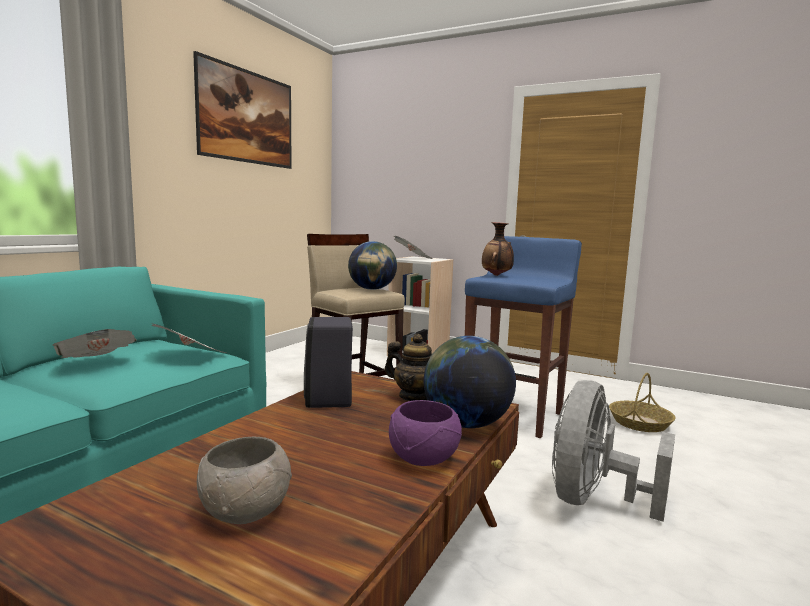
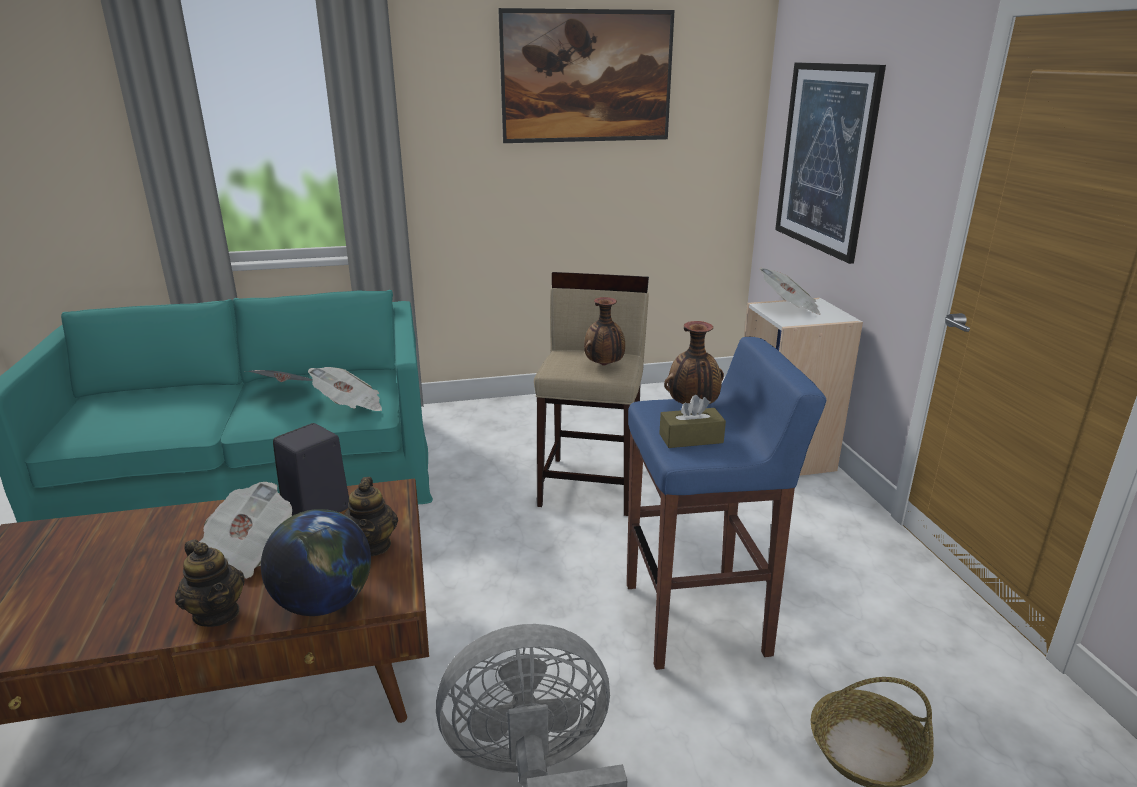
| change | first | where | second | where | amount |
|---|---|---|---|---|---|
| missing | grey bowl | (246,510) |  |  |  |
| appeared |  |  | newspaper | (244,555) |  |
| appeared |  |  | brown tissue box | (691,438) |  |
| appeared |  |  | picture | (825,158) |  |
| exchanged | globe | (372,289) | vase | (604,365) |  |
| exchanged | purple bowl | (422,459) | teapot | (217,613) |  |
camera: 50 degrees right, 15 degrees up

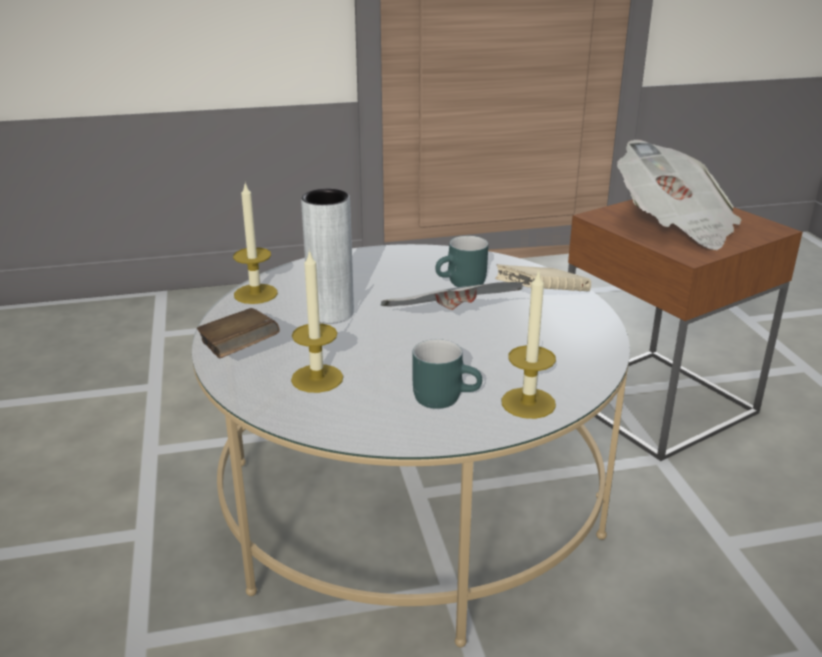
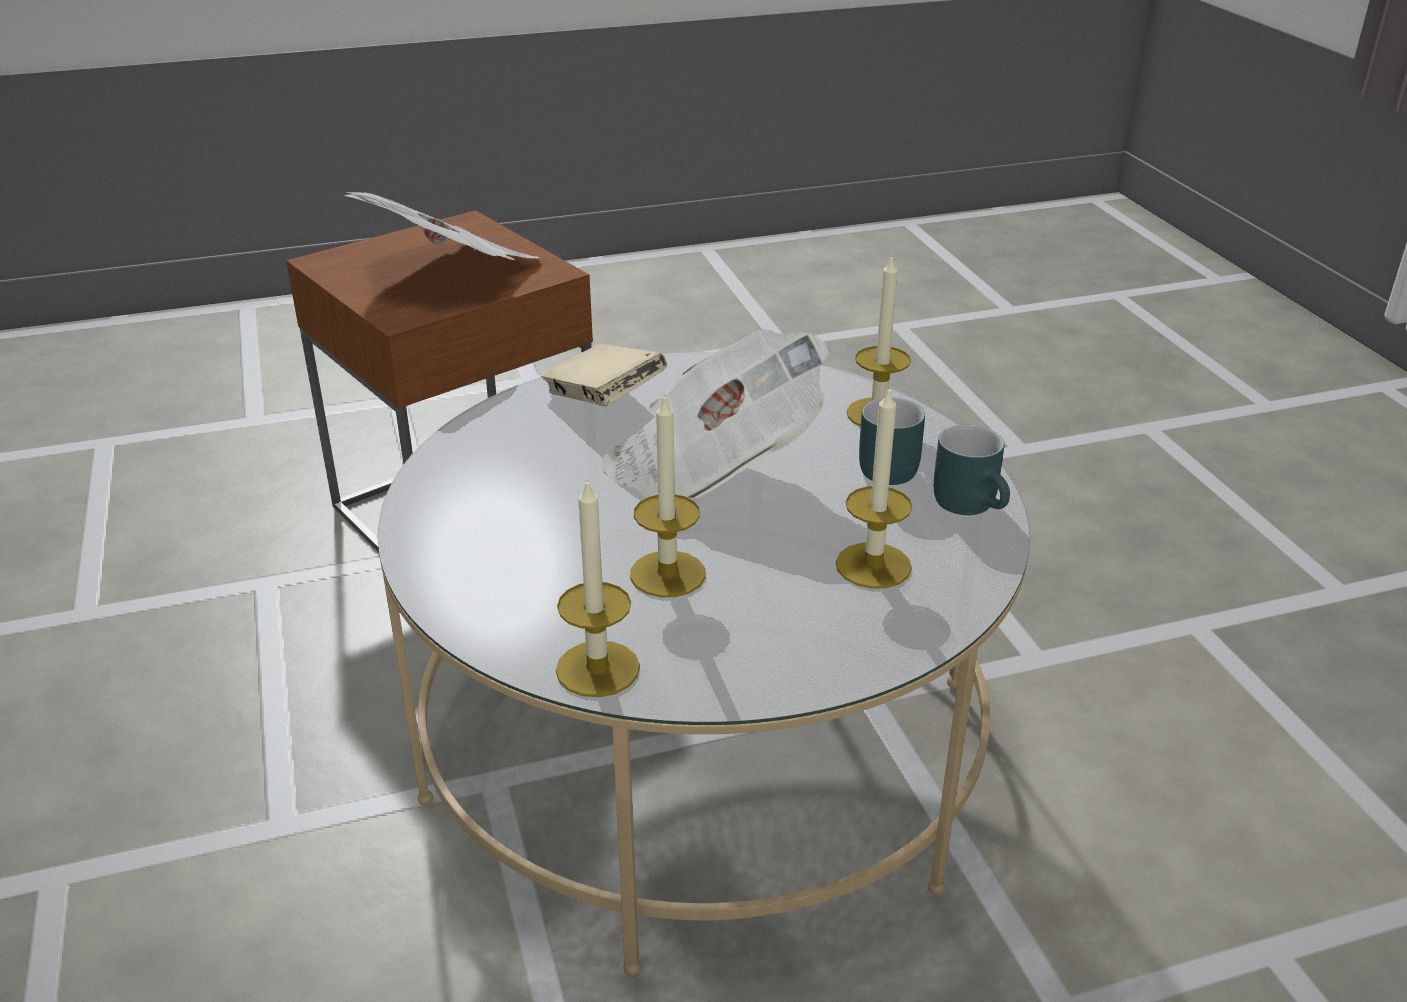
| change | first | where | second | where | amount |
|---|---|---|---|---|---|
| missing | brown book | (239,353) |  |  |  |
| relocated | turquoise mug | (463,284) |  | (974,504) |  |
| exchanged | grey vase | (331,313) | candle | (667,574) |  |
camera: 95 degrees left, 5 degrees up

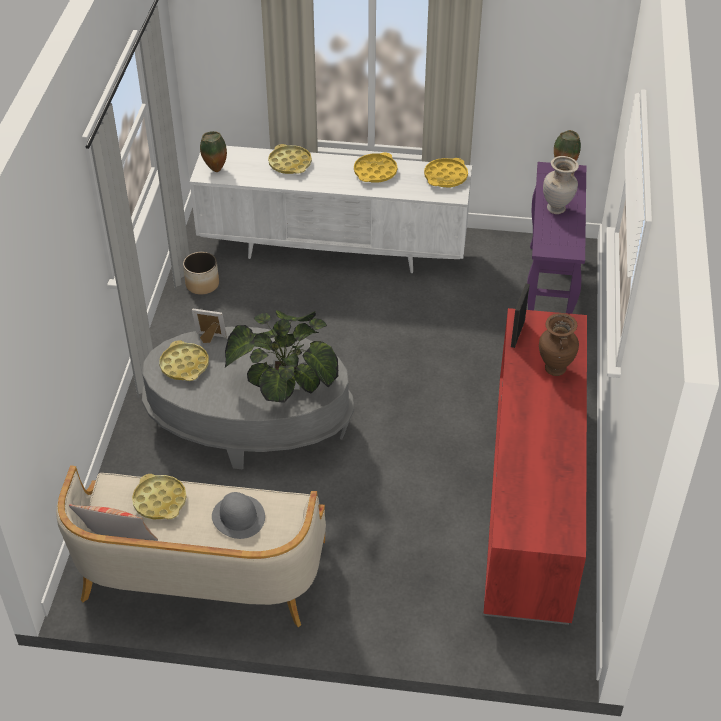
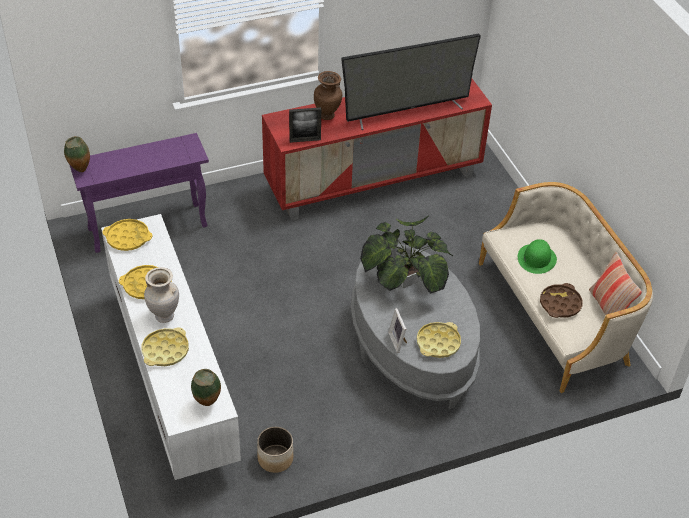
| change | first | where | second | where | amount |
|---|---|---|---|---|---|
| appeared |  |  | television | (407,112) |  |
| relocated | beige vase | (557,209) |  | (164,316) |  |
| colour | yellow tray | (160,500) | brown tray | (560,304) |  |
| colour | grey hat | (238,517) | green hat | (536,258) |  |
camera: 120 degrees left, 0 degrees up

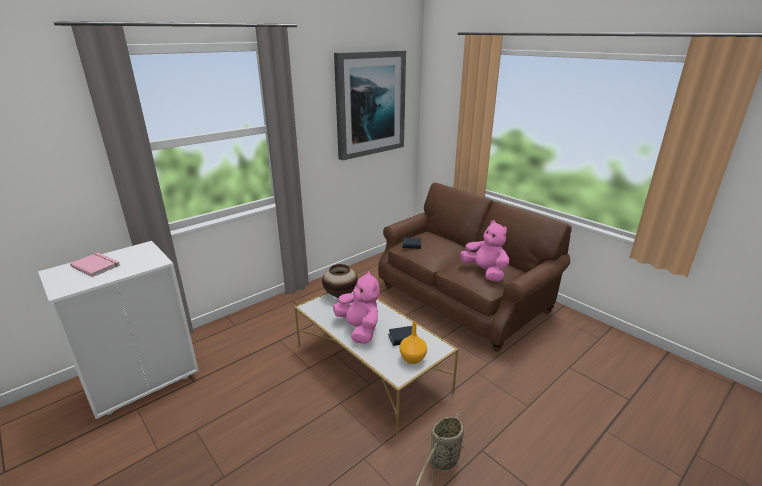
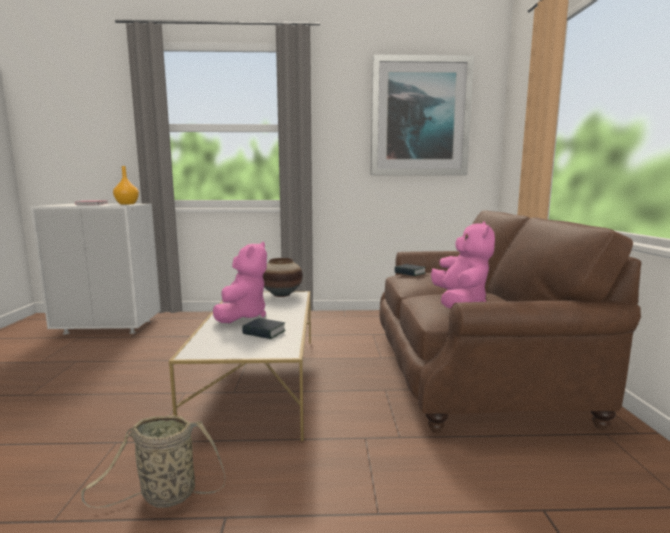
| change | first | where | second | where | amount |
|---|---|---|---|---|---|
| relocated | orange vase | (412,359) |  | (126,204) |  |
camera: 40 degrees right, 15 degrees down

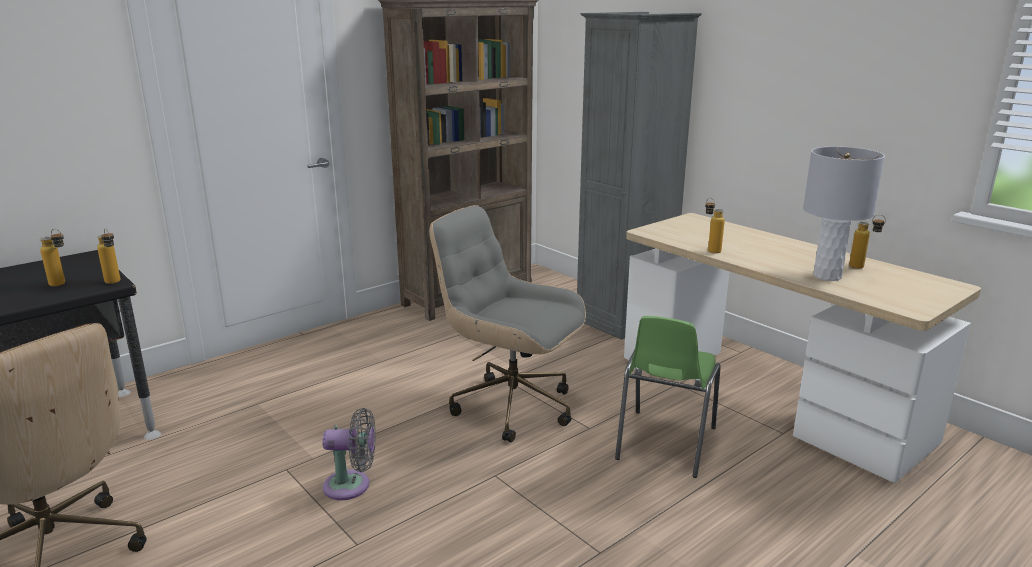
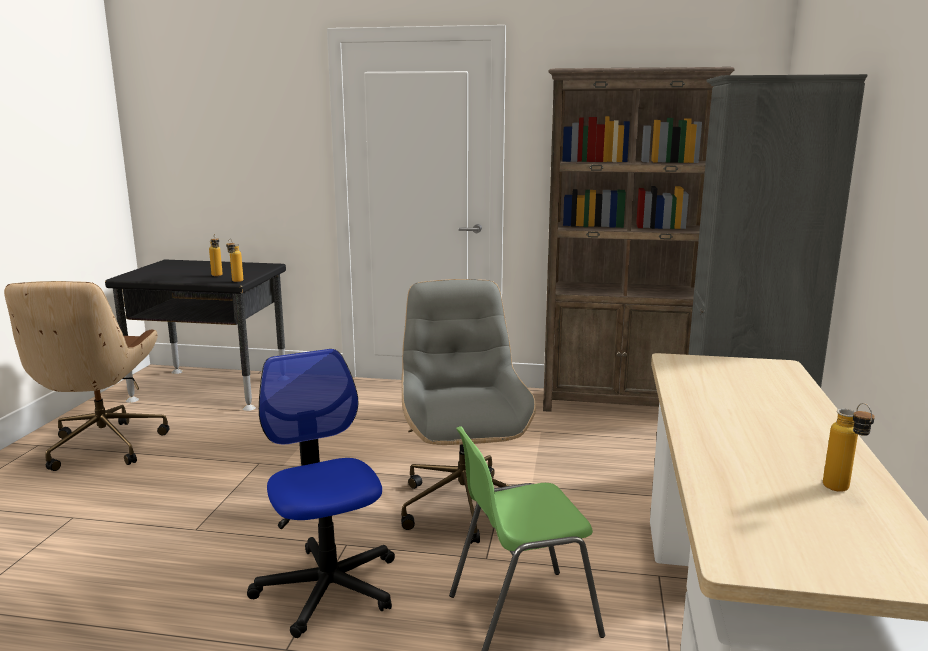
| change | first | where | second | where | amount |
|---|---|---|---|---|---|
| missing | grey fan | (352,486) |  |  |  |
| missing | bottle | (710,250) |  |  |  |
| missing | grey table lamp | (827,276) |  |  |  |
| appeared |  |  | office chair | (328,588) |  |
camera: 50 degrees right, 5 degrees down

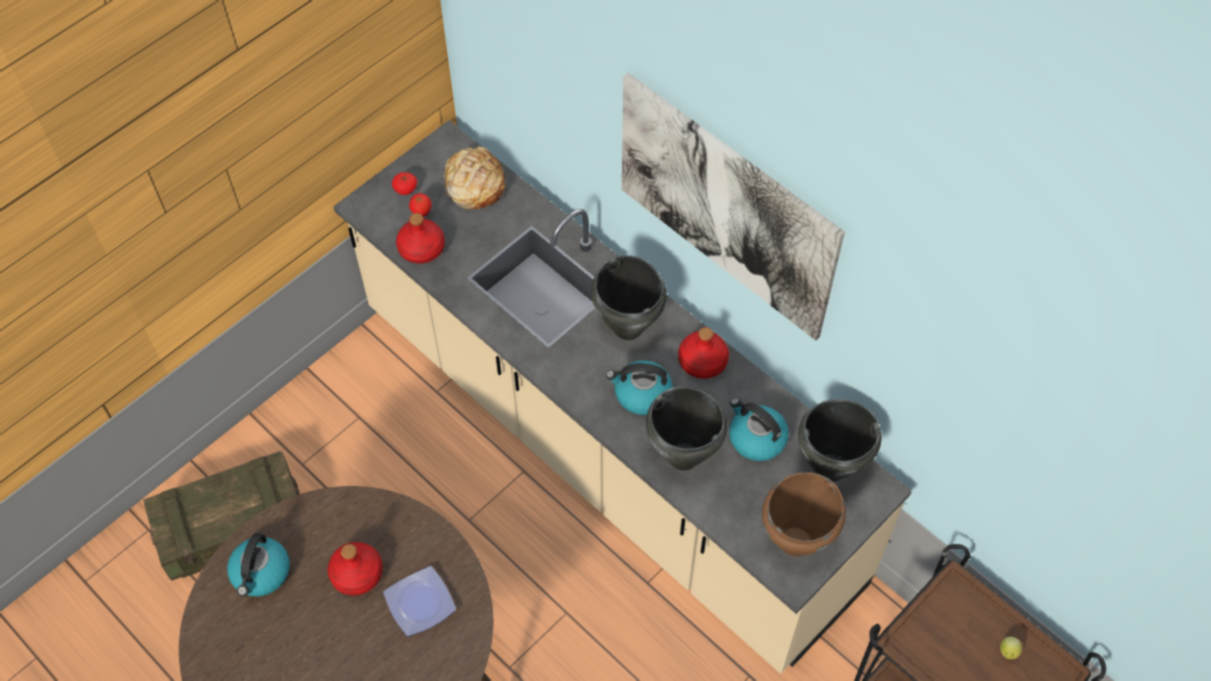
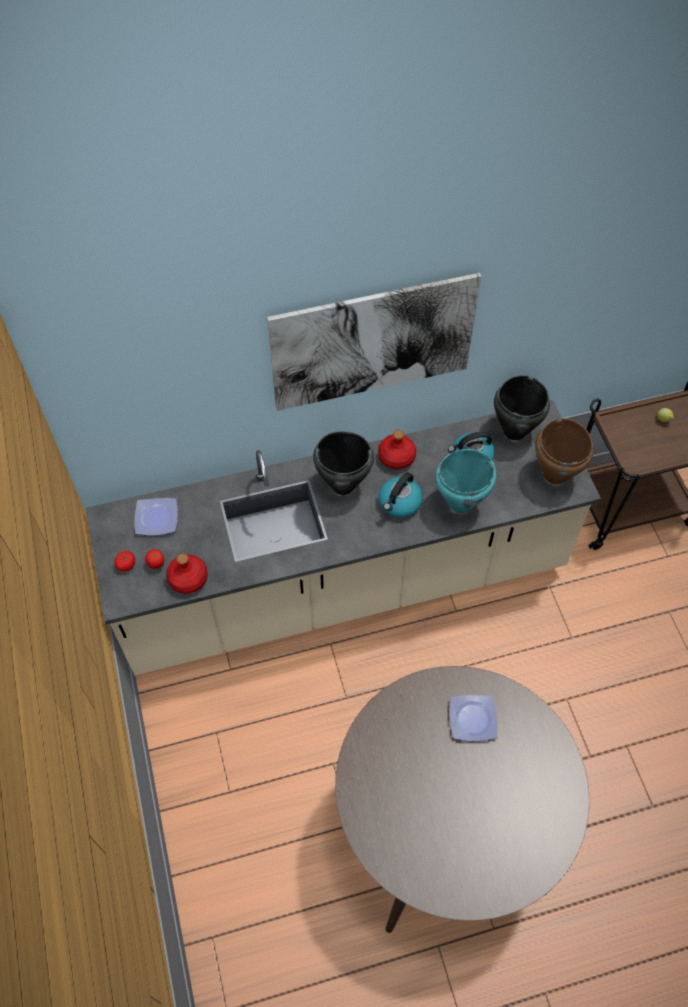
| change | first | where | second | where | amount |
|---|---|---|---|---|---|
| missing | crate | (233,526) |  |  |  |
| missing | kettle | (261,573) |  |  |  |
| missing | red bottle | (357,574) |  |  |  |
| exchanged | bread | (474,185) | plate | (157,519) |  |
| colour | black cooking pot | (683,457) | turquoise cooking pot | (461,504) |  |
camera: 60 degrees left, 0 degrees up

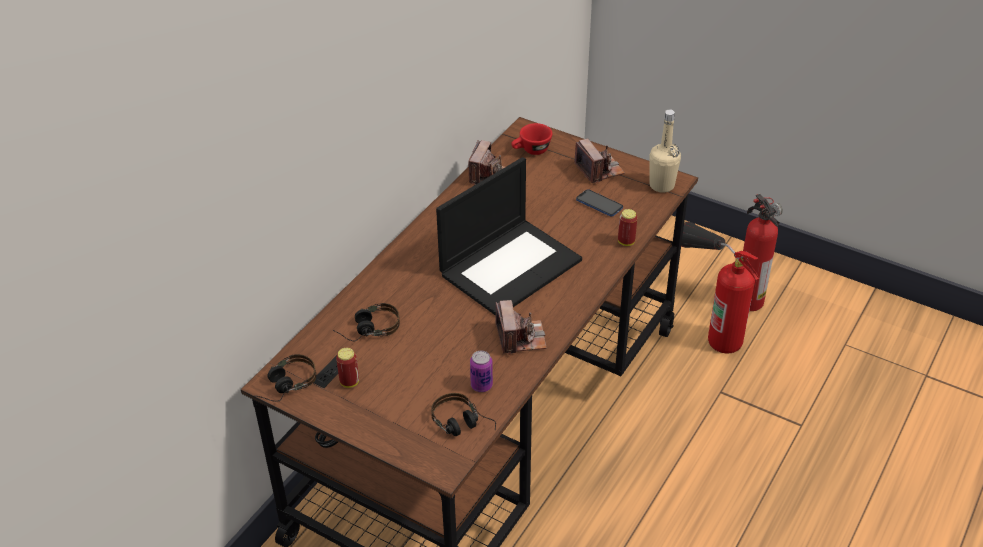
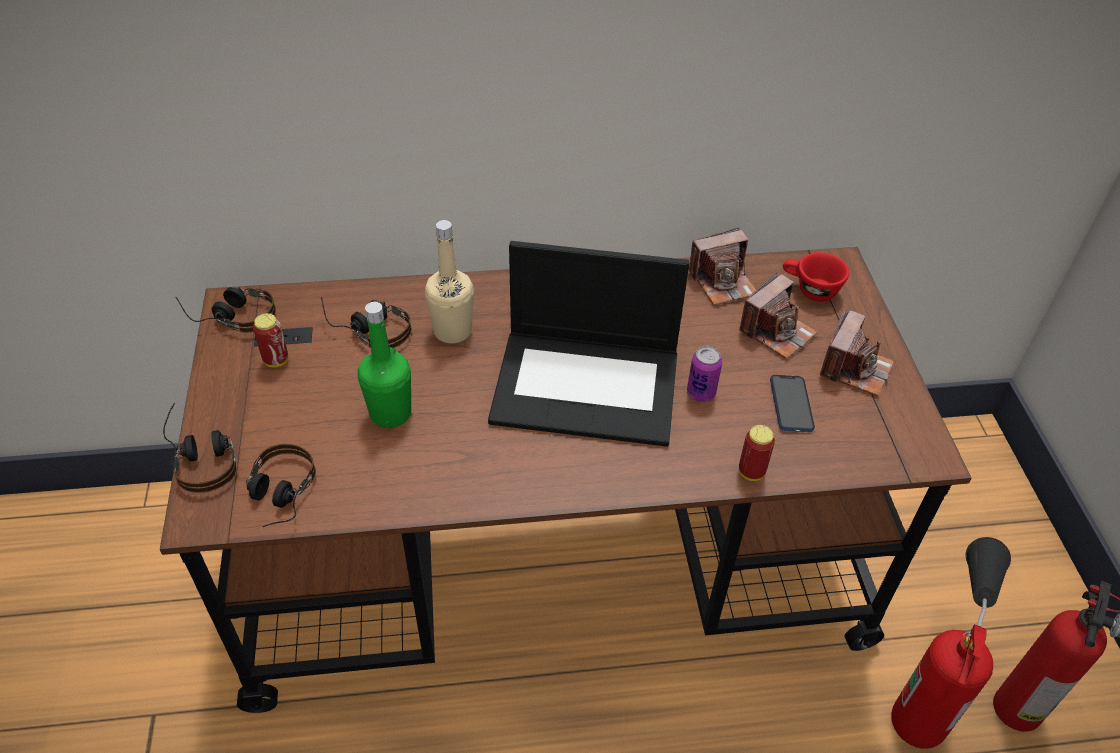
| change | first | where | second | where | amount |
|---|---|---|---|---|---|
| appeared |  |  | headphones | (202,456) |  |
| appeared |  |  | green bottle | (390,413) |  |
| relocated | can | (481,385) |  | (701,393) |  |
| relocated | photo camera | (520,338) |  | (776,332) |  |
| relocated | beige bottle | (661,185) |  | (452,331) |  |
camera: 50 degrees right, 5 degrees up

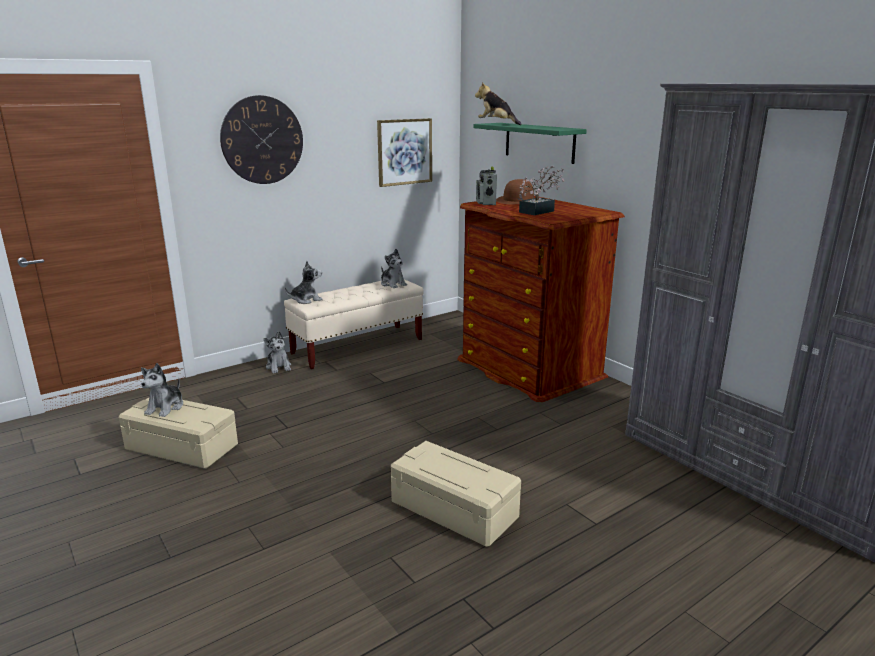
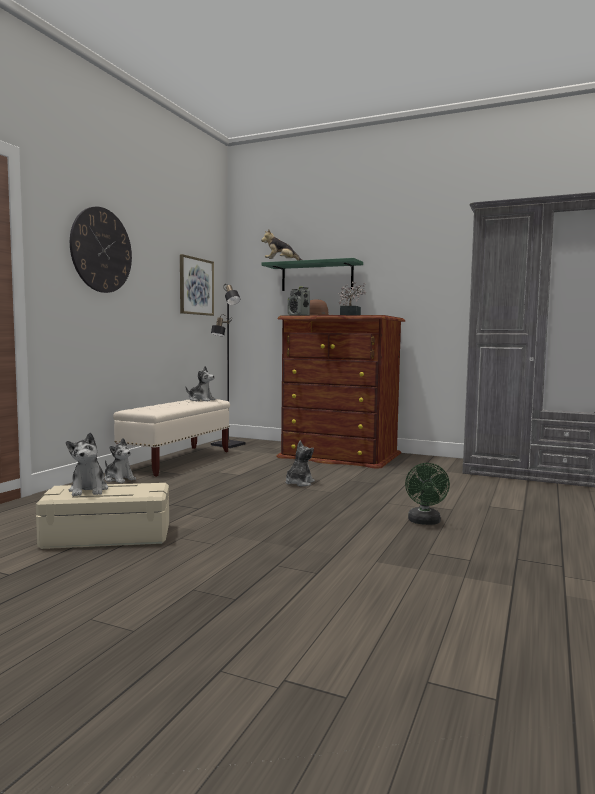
| change | first | where | second | where | amount |
|---|---|---|---|---|---|
| appeared |  |  | black floor lamp | (228,444) |  |
| relocated | plush toy | (306,300) |  | (299,483) |  |
| exchanged | beige storage box | (455,509) | green fan | (425,522) |  |
camera: 30 degrees left, 15 degrees down

